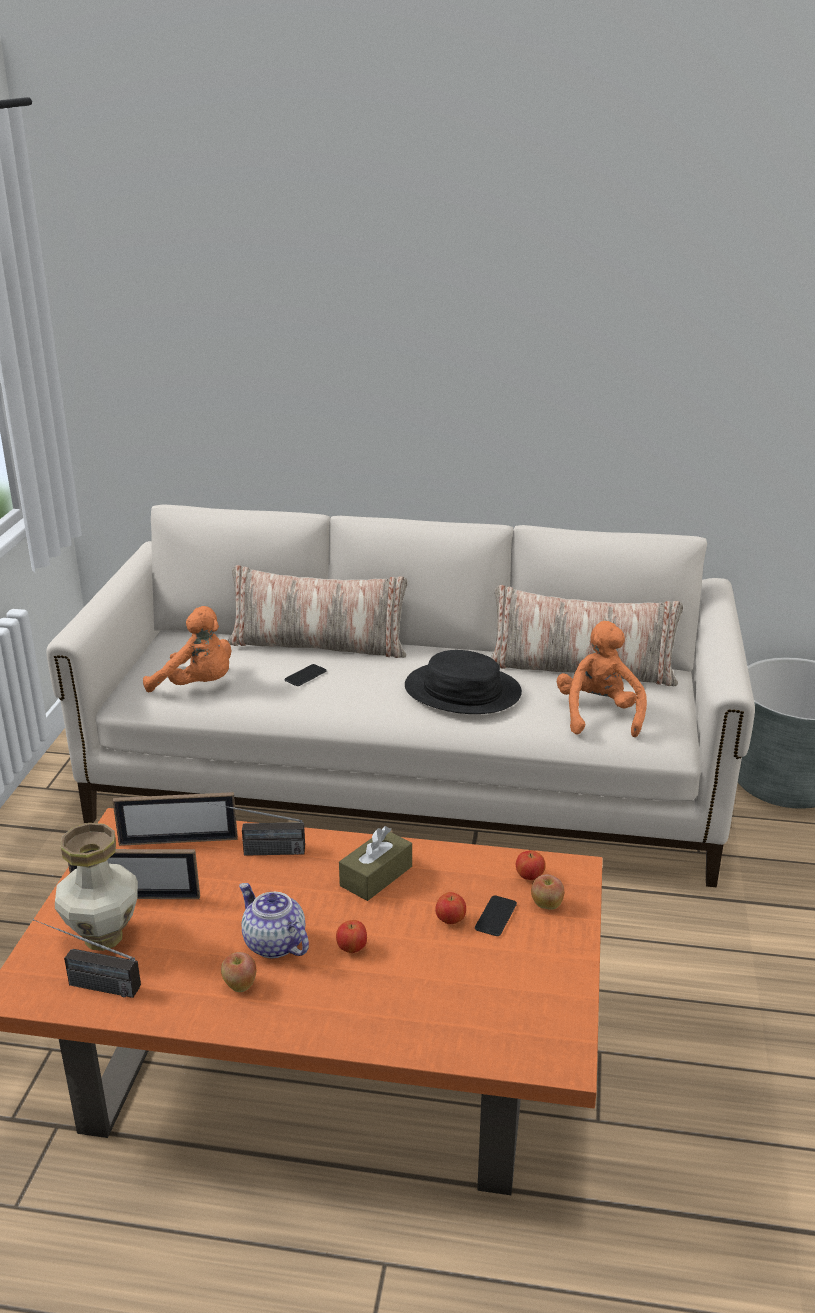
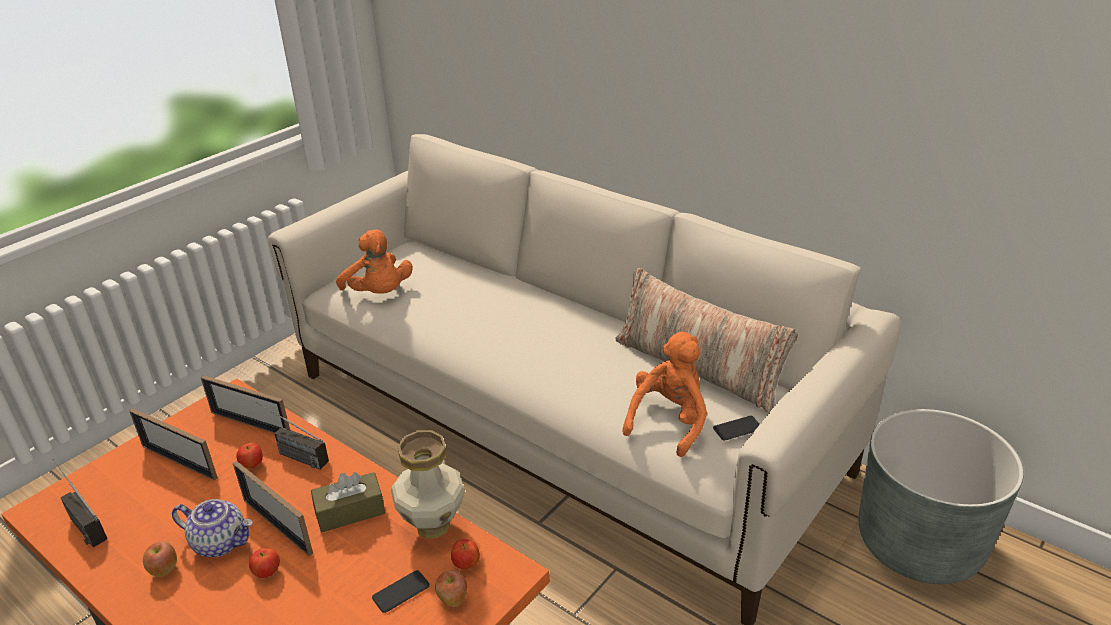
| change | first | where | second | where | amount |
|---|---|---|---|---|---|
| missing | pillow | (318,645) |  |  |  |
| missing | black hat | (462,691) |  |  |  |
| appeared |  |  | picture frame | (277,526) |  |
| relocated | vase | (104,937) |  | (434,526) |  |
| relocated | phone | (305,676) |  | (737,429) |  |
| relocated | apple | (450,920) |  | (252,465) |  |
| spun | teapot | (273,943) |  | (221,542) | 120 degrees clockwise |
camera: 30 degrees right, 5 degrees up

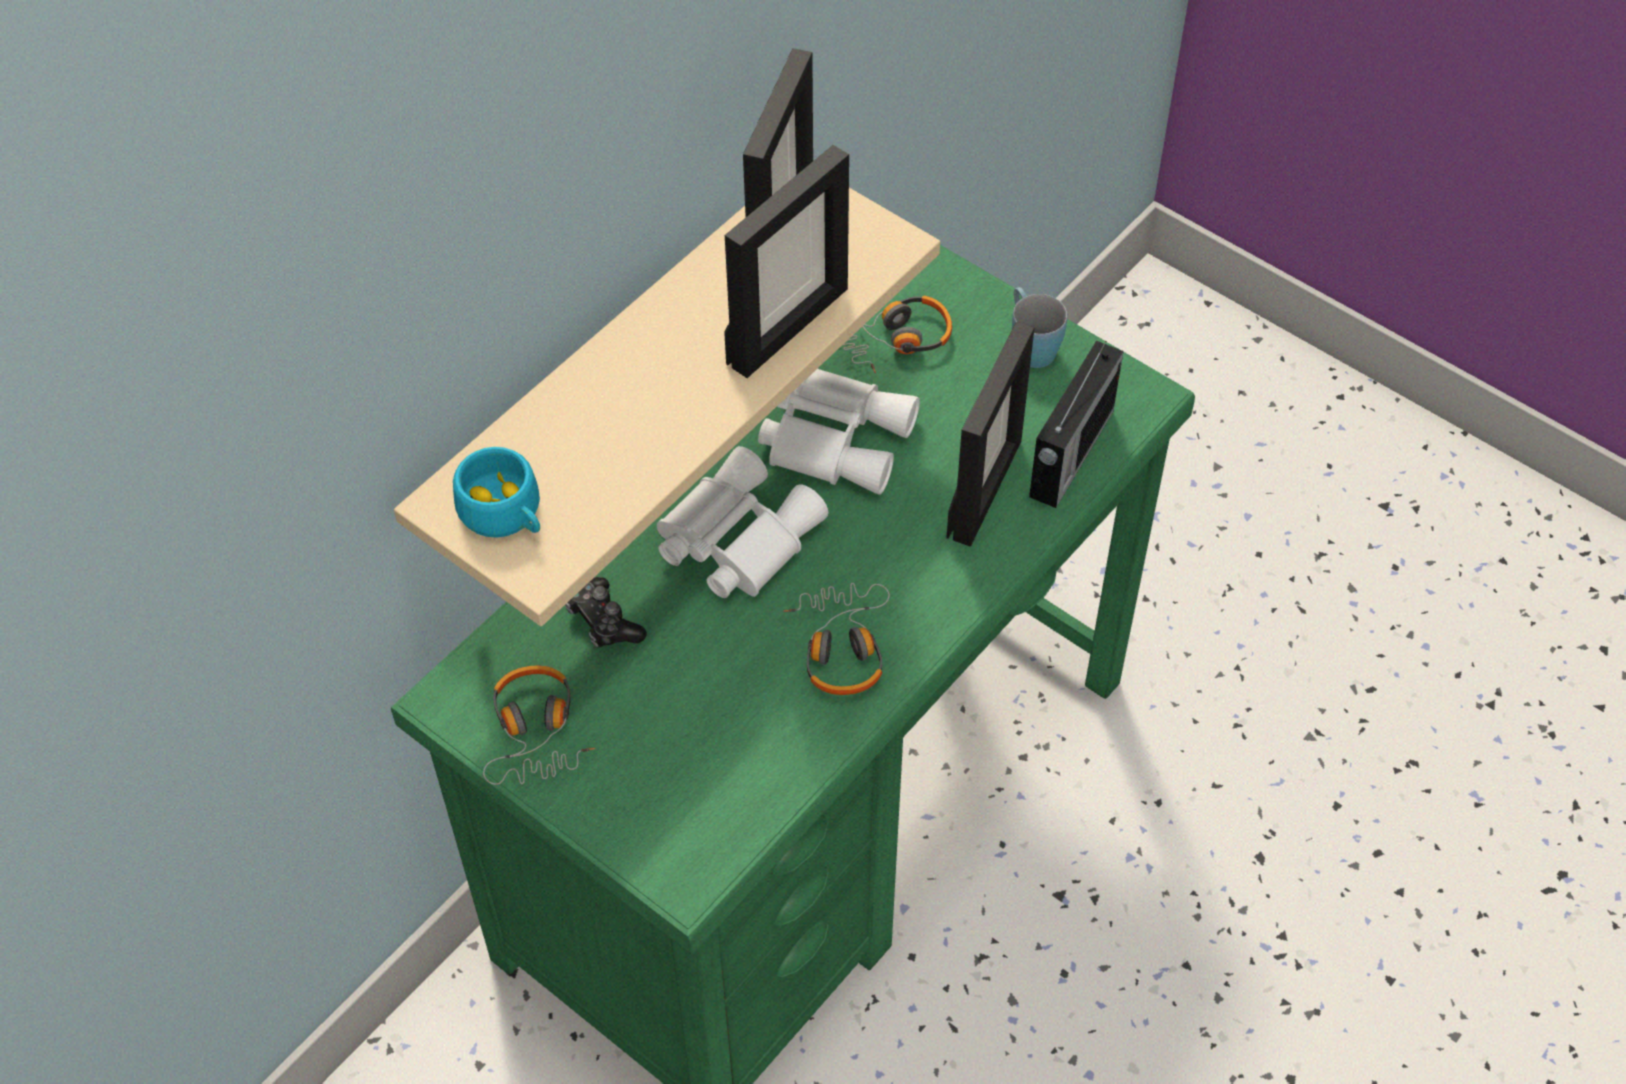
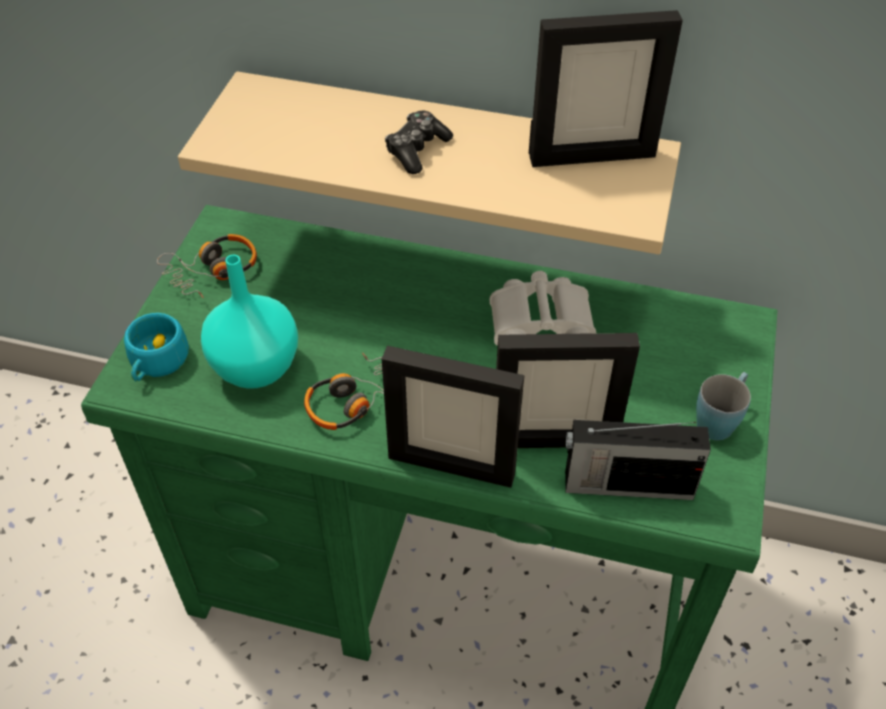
| change | first | where | second | where | amount |
|---|---|---|---|---|---|
| missing | white binoculars | (734,538) |  |  |  |
| missing | headphones | (893,339) |  |  |  |
| appeared |  |  | turquoise vase | (257,367) |  |
| relocated | turquoise cup | (506,514) |  | (156,363) |  |
| relocated | game controller | (603,621) |  | (417,150) |  |
| relocated | picture frame | (787,326) |  | (452,464) |  |
camera: 65 degrees right, 5 degrees down

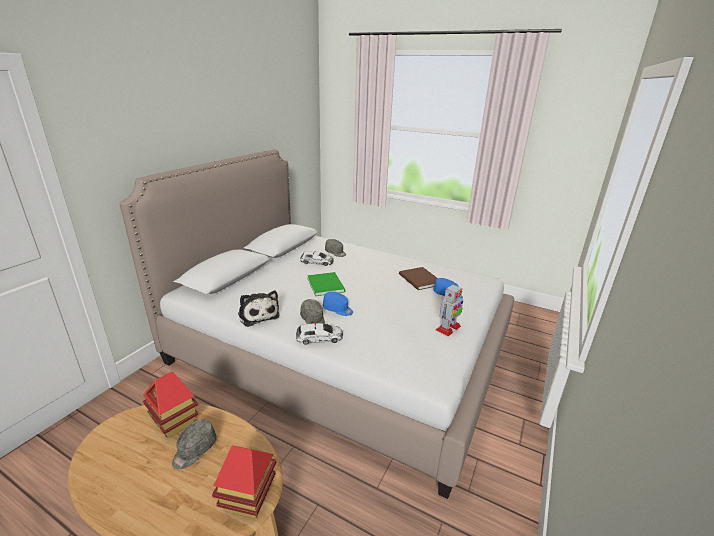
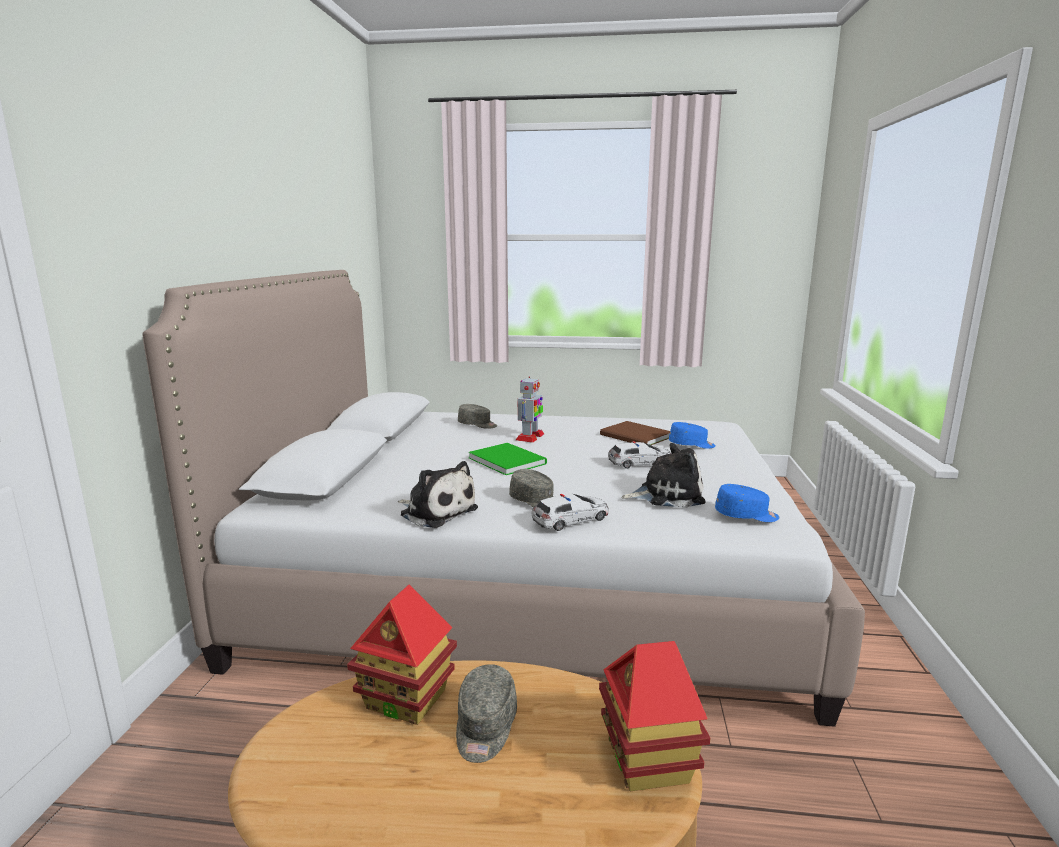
| change | first | where | second | where | amount |
|---|---|---|---|---|---|
| appeared |  |  | plush toy | (667,495) |  |
| relocated | toy car | (317,262) |  | (640,462) |  |
| relocated | blue cap | (338,309) |  | (746,516) |  |
| relocated | toy robot | (448,328) |  | (530,437) |  |
camera: 20 degrees left, 10 degrees down

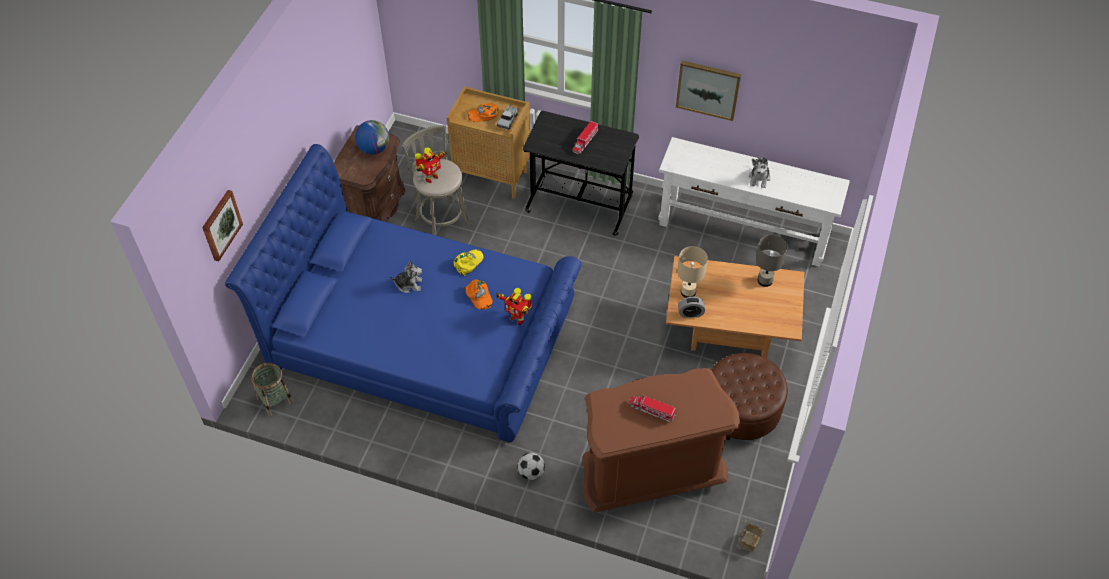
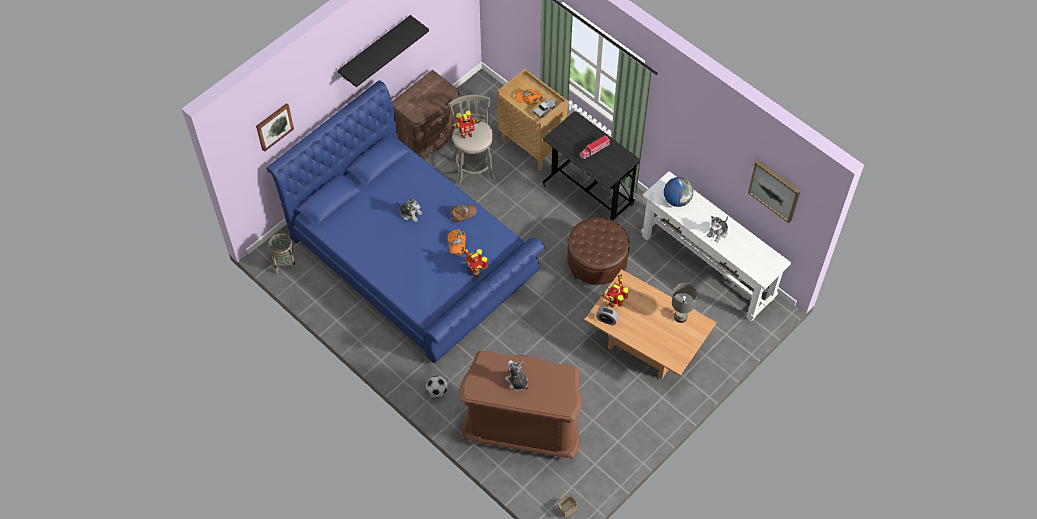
| change | first | where | second | where | amount |
|---|---|---|---|---|---|
| appeared |  |  | black shelf | (375,49) |  |
| relocated | globe | (374,149) |  | (677,200) |  |
| relocated | picture | (708,89) |  | (774,190) |  |
| relocated | brown ottoman | (741,412) |  | (596,264) |  |
| exchanged | toy truck | (652,410) | plush toy | (517,382) |  |
| exchanged | beige table lamp | (688,292) | toy robot | (615,302) |  |
| colour | yellow cap | (468,263) | brown cap | (462,213) |  |
camera: 25 degrees right, 5 degrees up

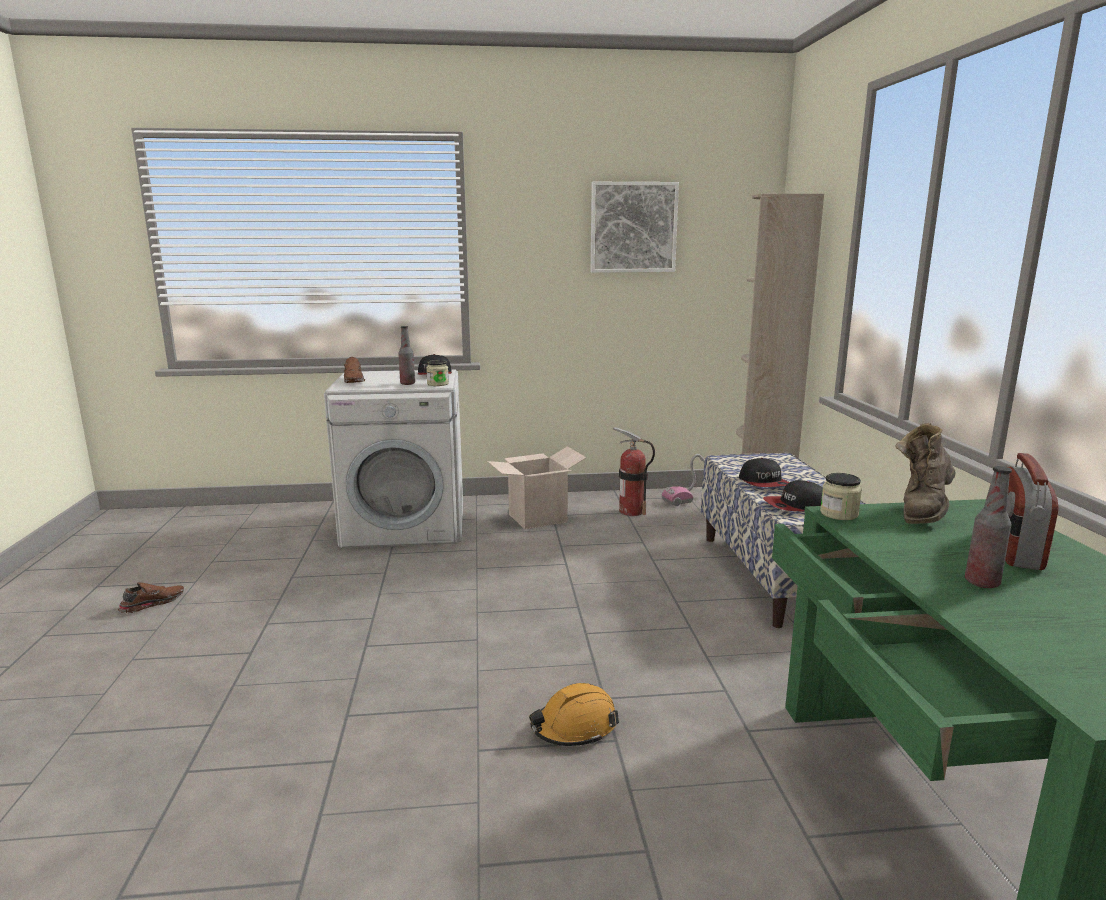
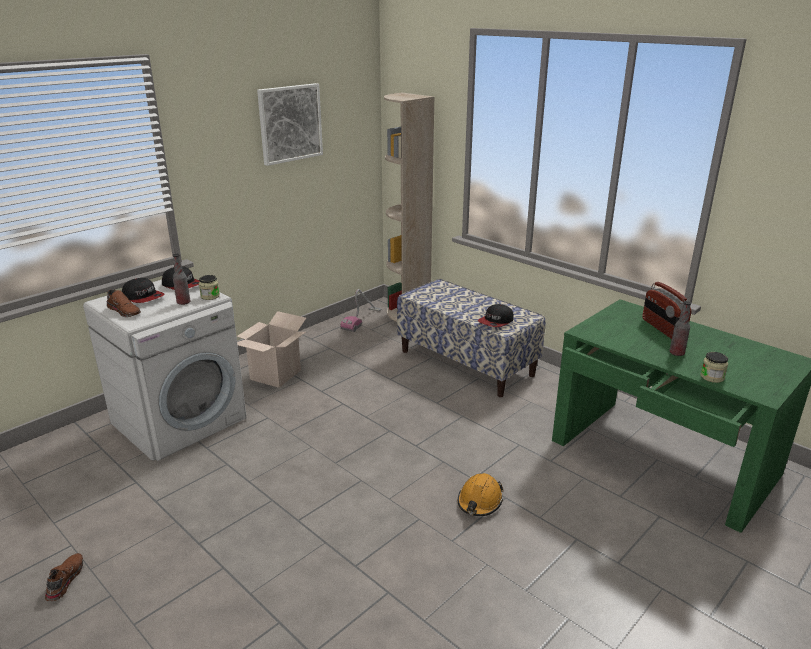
| change | first | where | second | where | amount |
|---|---|---|---|---|---|
| missing | fire extinguisher | (631,511) |  |  |  |
| missing | brown boot | (923,512) |  |  |  |
| relocated | cap | (764,483) |  | (143,297) |  |
| relocated | jar | (839,514) |  | (712,377) |  |
camera: 40 degrees left, 10 degrees up

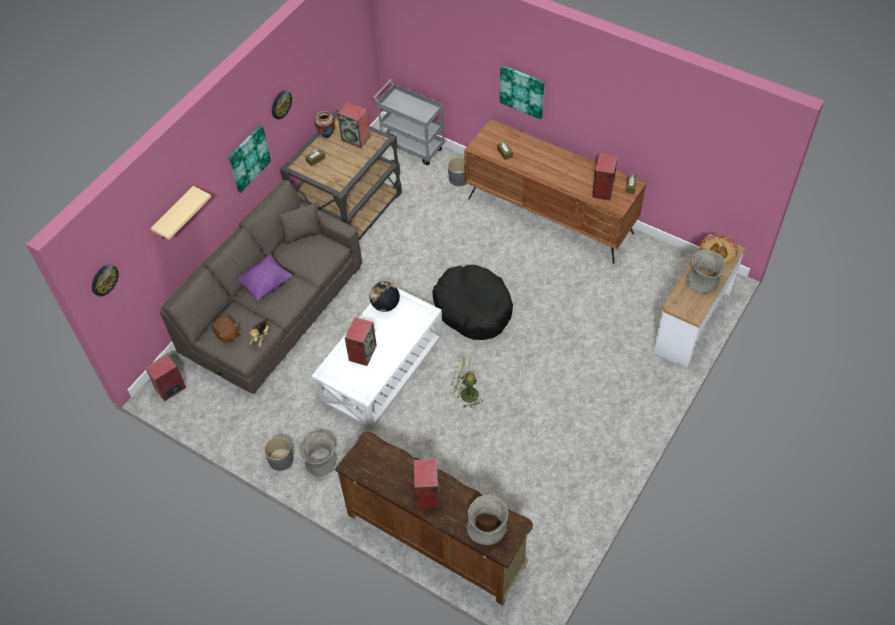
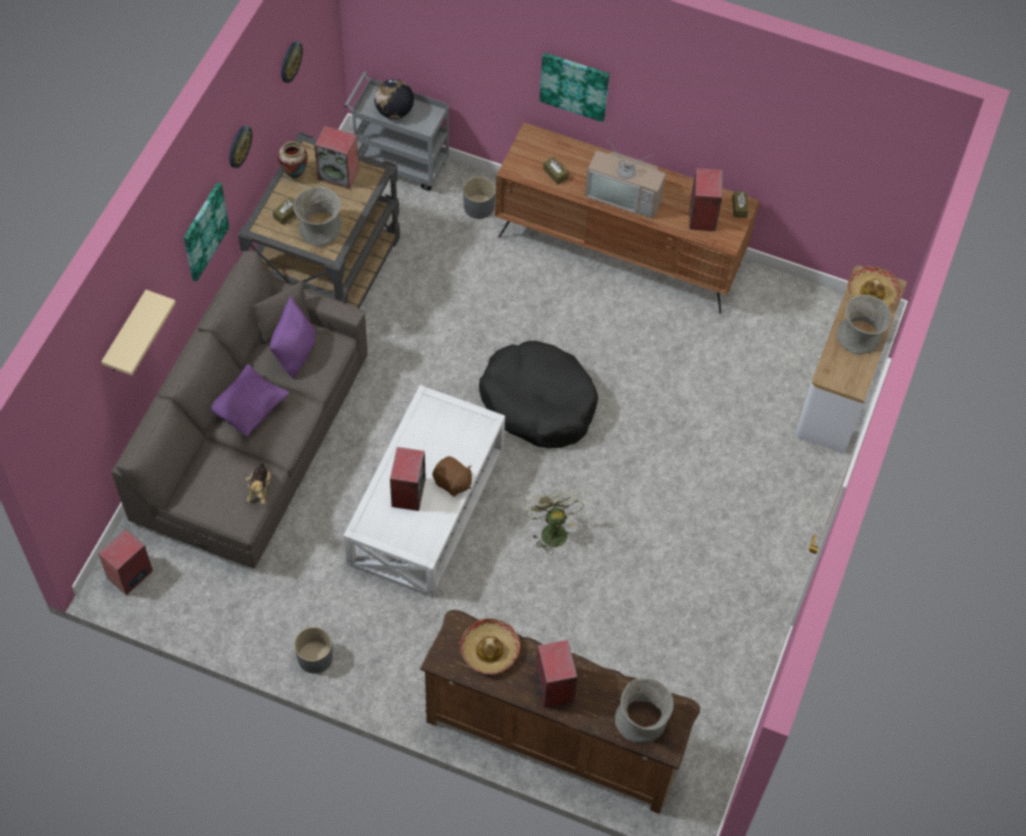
| change | first | where | second | where | amount |
|---|---|---|---|---|---|
| appeared |  |  | purple pillow | (295,352) |  |
| appeared |  |  | hat | (489,649) |  |
| appeared |  |  | television | (625,195) |  |
| relocated | wall clock | (104,280) |  | (290,61) |  |
| relocated | brown plush toy | (227,335) |  | (452,482) |  |
| relocated | grey vase | (320,462) |  | (319,229) |  |
| relocated | globe | (385,305) |  | (394,111) |  |
| spun | green fan | (465,394) |  | (551,530) | 75 degrees clockwise |
camera: 15 degrees left, 5 degrees up

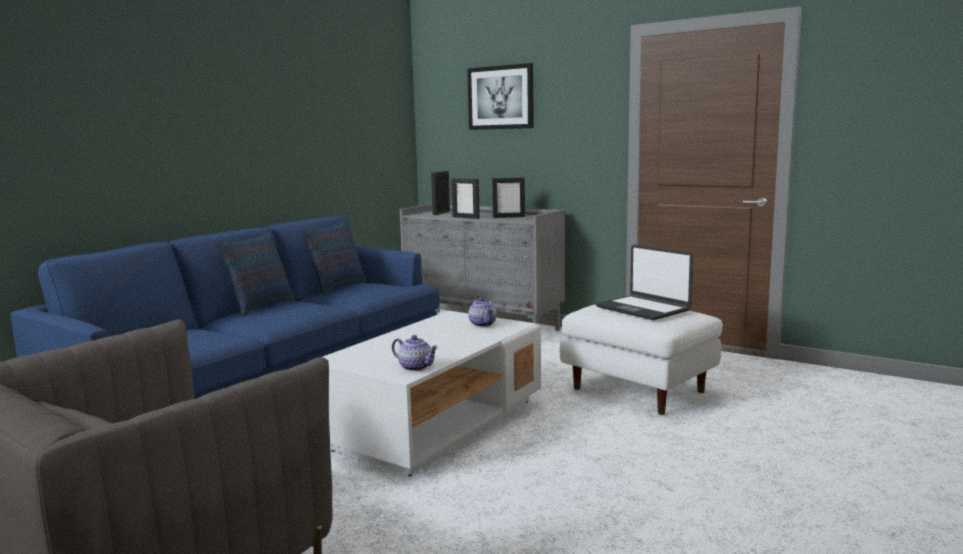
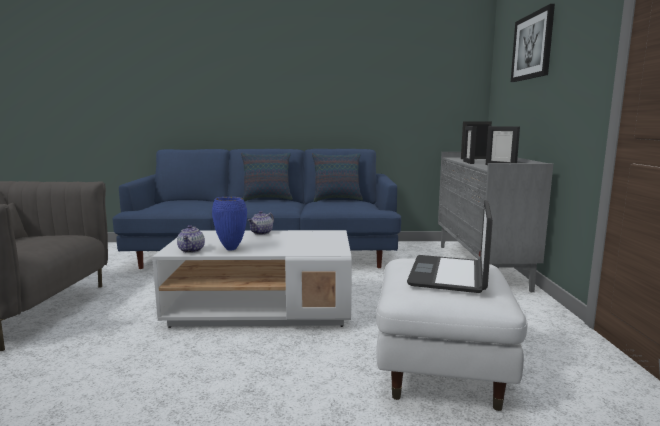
| change | first | where | second | where | amount |
|---|---|---|---|---|---|
| appeared |  |  | blue vase | (232,249) |  |
| relocated | teapot | (483,324) |  | (261,233) |  |
camera: 55 degrees right, 0 degrees up

